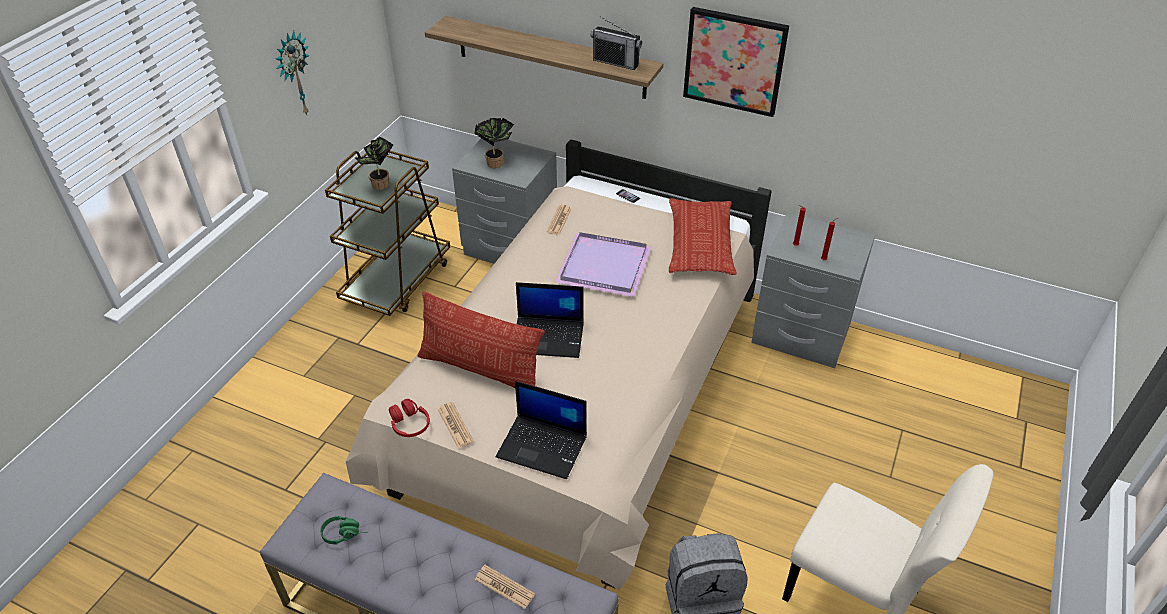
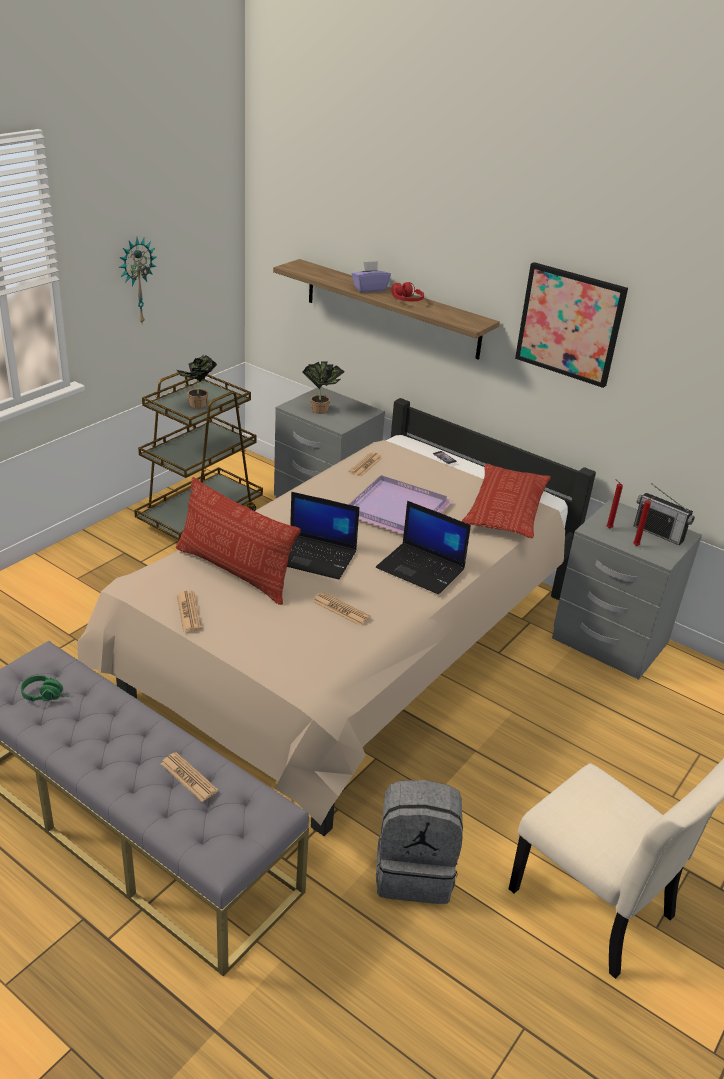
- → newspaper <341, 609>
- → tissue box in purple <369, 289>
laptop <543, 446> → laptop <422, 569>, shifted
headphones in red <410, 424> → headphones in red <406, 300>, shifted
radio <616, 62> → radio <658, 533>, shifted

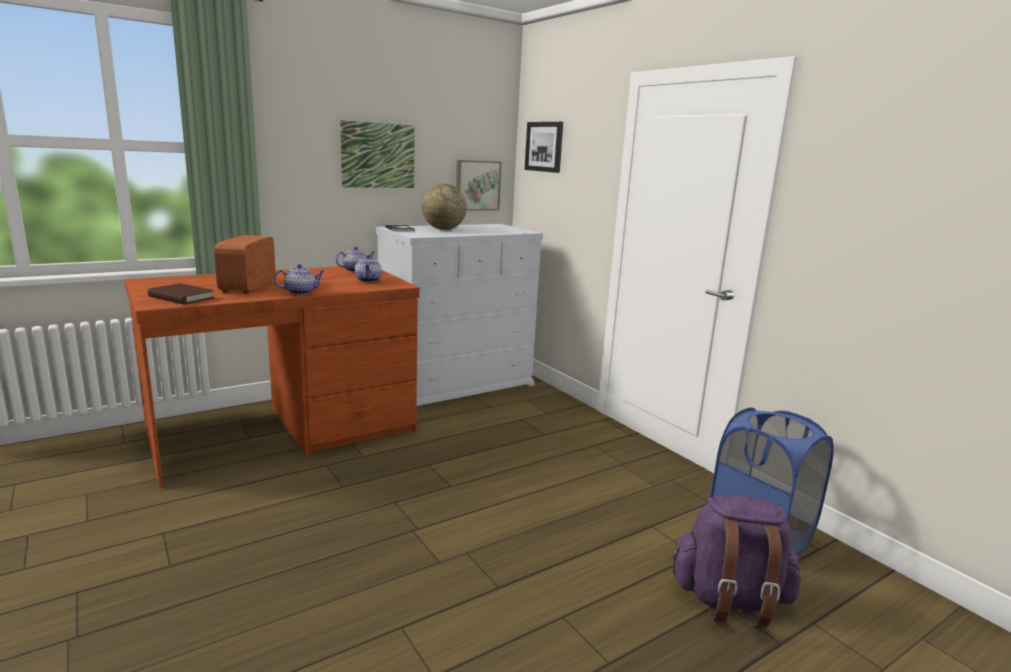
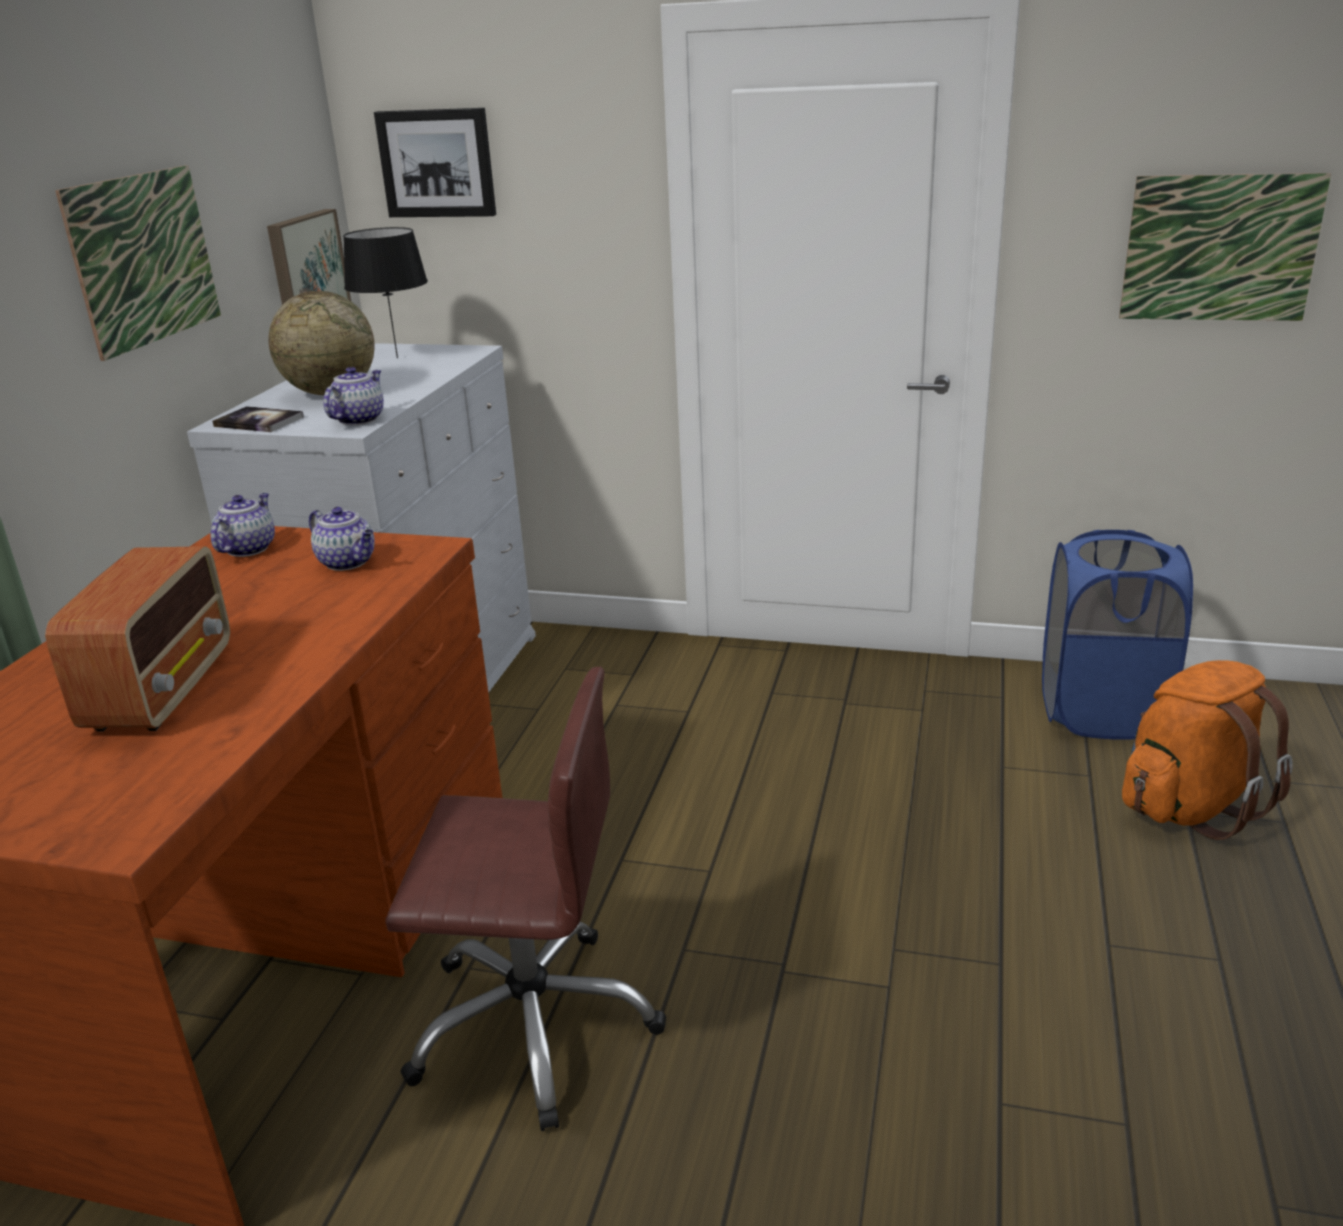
radio <247, 286> → radio <163, 688>, 135 degrees counterclockwise
teapot <301, 292> → teapot <359, 419>, shifted
- → table lamp in black <396, 358>
- → office chair in brown <534, 1023>
- → picture <1219, 248>
backpack in purple <729, 600> → backpack in orange <1189, 806>
book in brown <181, 297> → -

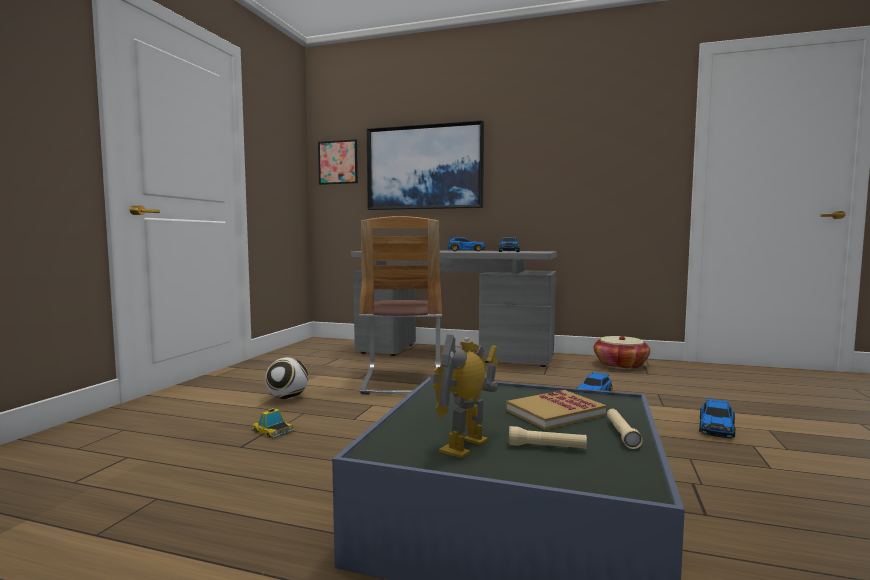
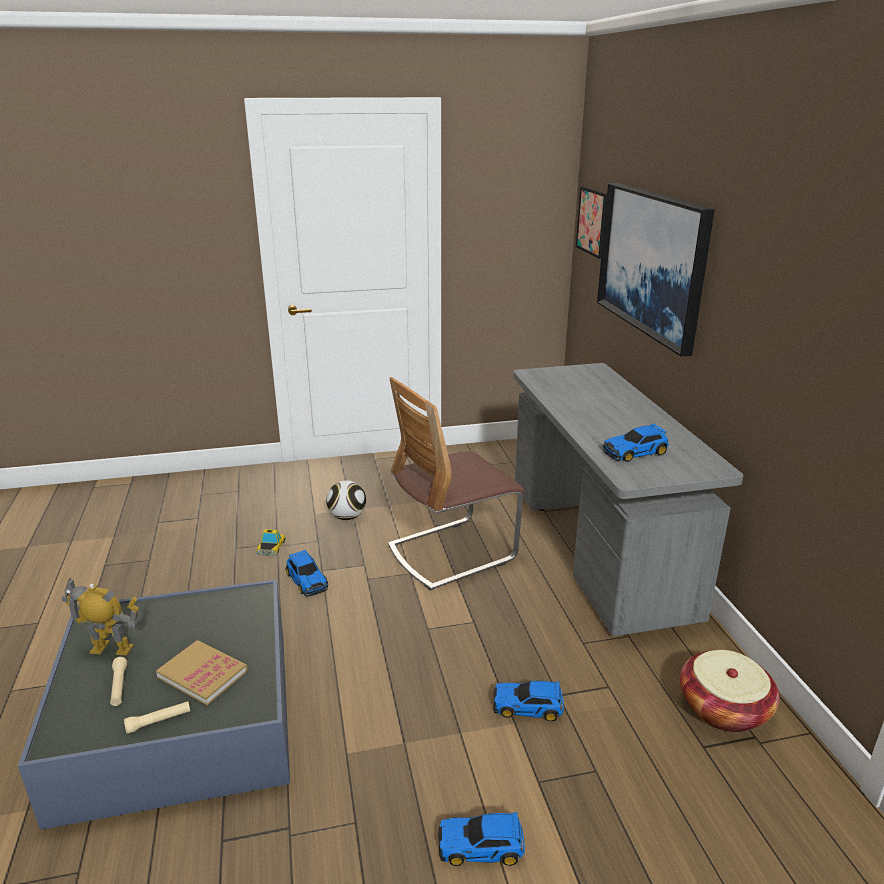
toy car <465, 251> → toy car <307, 580>, shifted

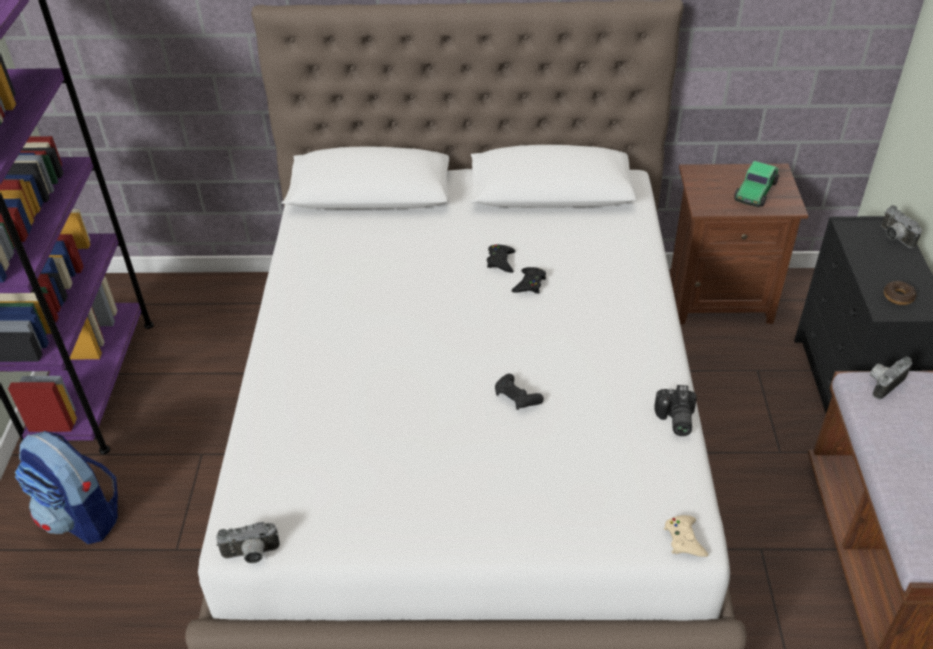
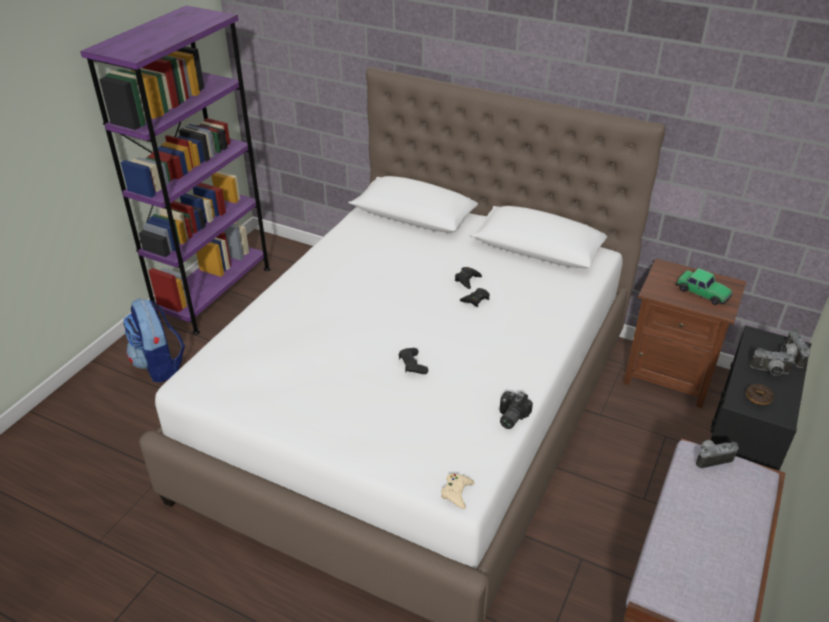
toy car <755, 191> → toy car <703, 292>, 105 degrees counterclockwise
photo camera <251, 555> → photo camera <770, 372>, shifted

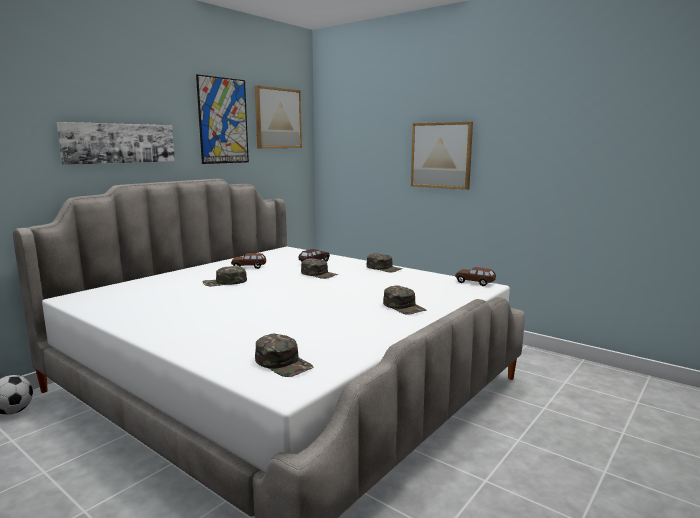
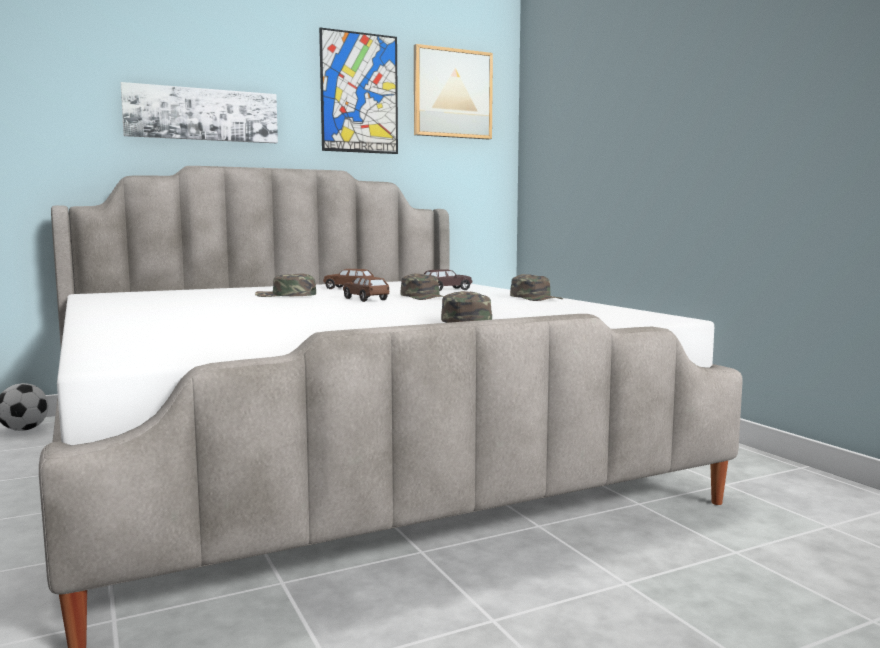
toy car in brown <475, 282> → toy car in brown <366, 299>, shifted
cap in green <283, 363> → -
picture <441, 155> → -

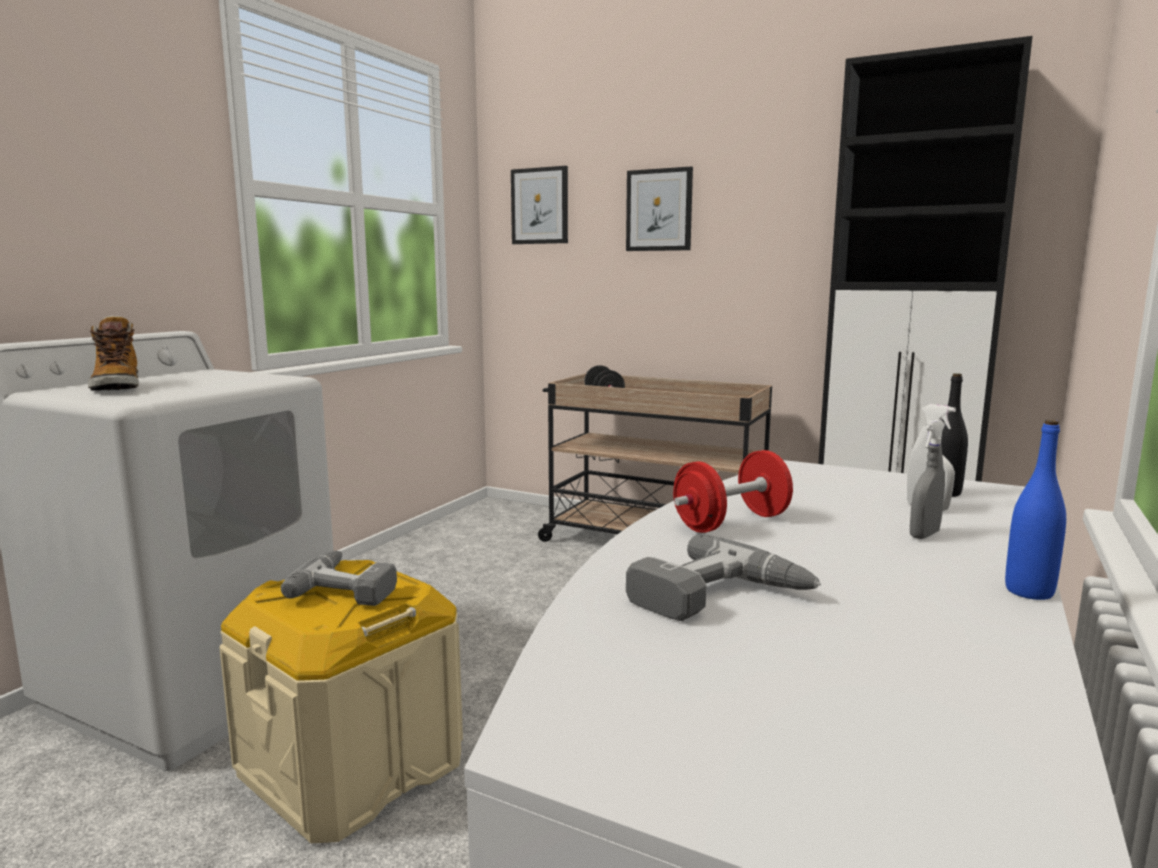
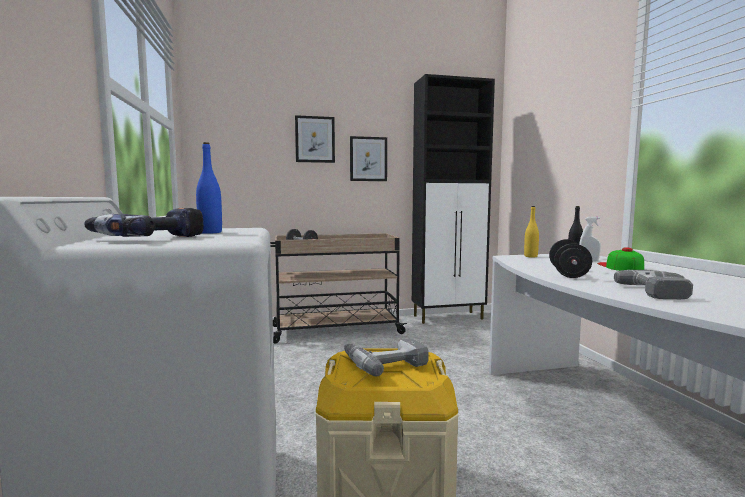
boot <117, 387> → power drill <149, 238>
bottle in blue <1029, 592> → bottle in blue <210, 232>, shifted
picture <540, 206> → picture <368, 159>, shifted
- → bottle in yellow <530, 256>
dumbbell in red <731, 522> → dumbbell in black <568, 273>
spray bottle in grey <924, 535> → cap <620, 267>

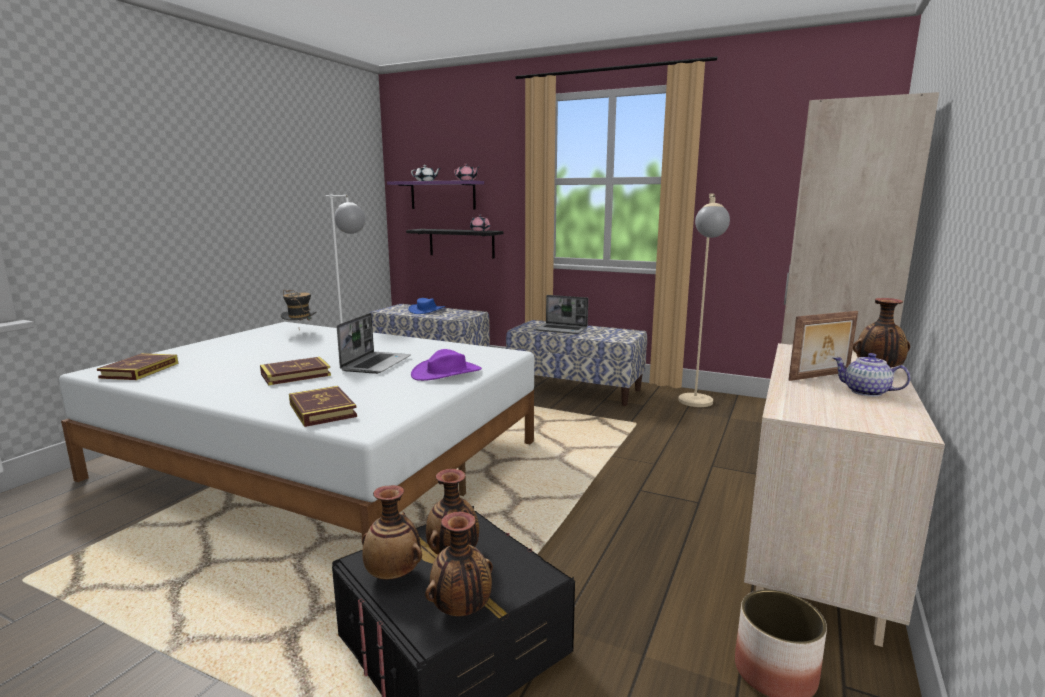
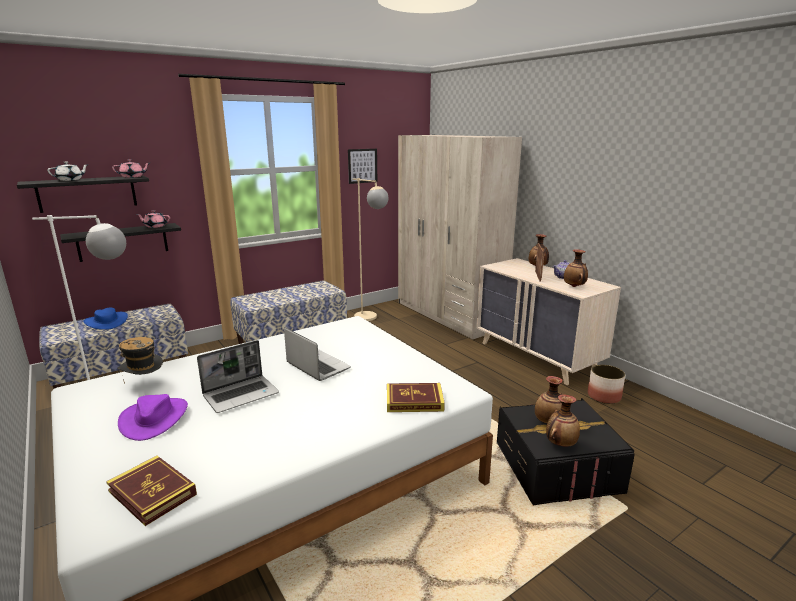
shelf in purple <442, 195> → shelf in black <87, 193>
hat in purple <446, 372> → hat in purple <154, 418>, shifted
laptop <562, 330> → laptop <241, 394>, shifted
- → picture <362, 166>
vase <461, 610> → vase <574, 286>, shifted
book <295, 375> → -

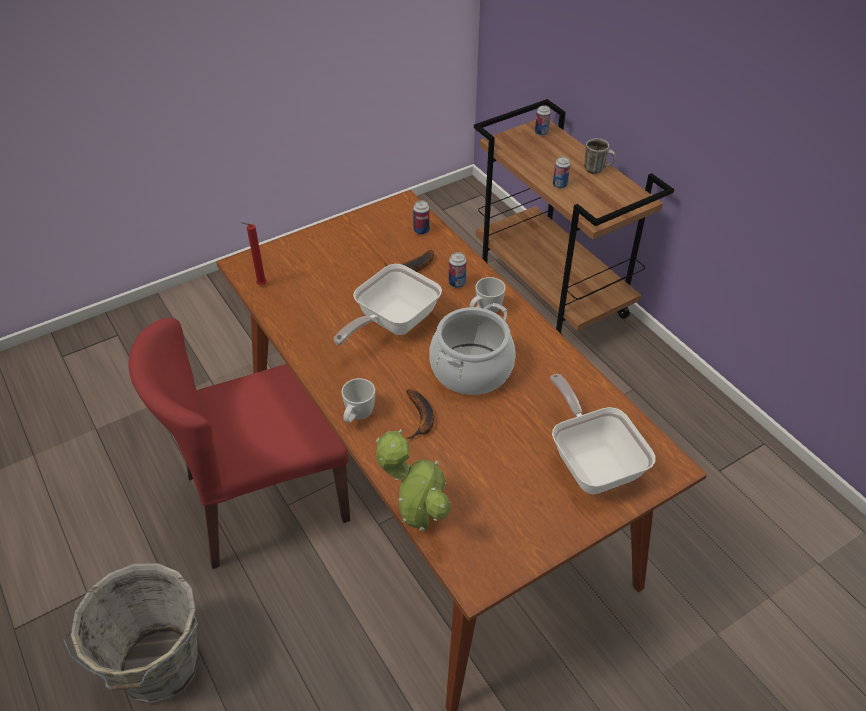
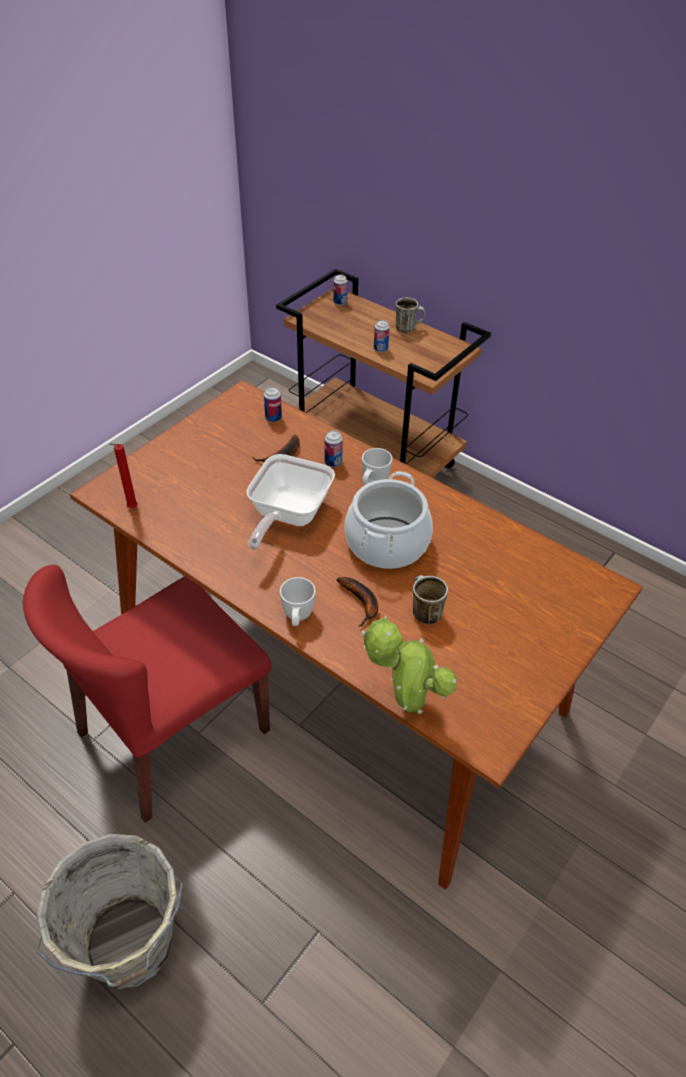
- → mug <423, 611>
frying pan <592, 462> → -

